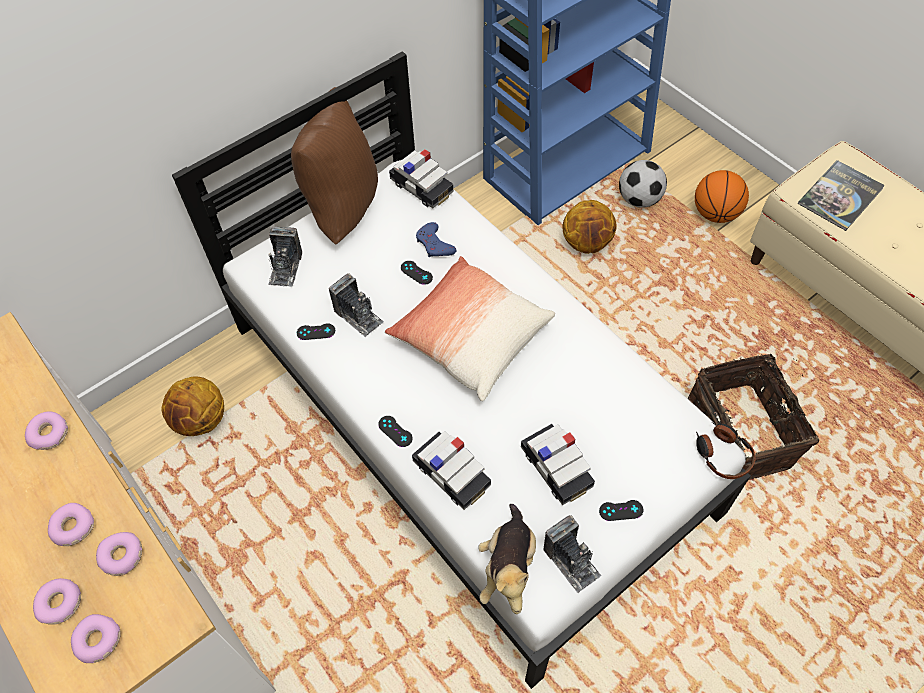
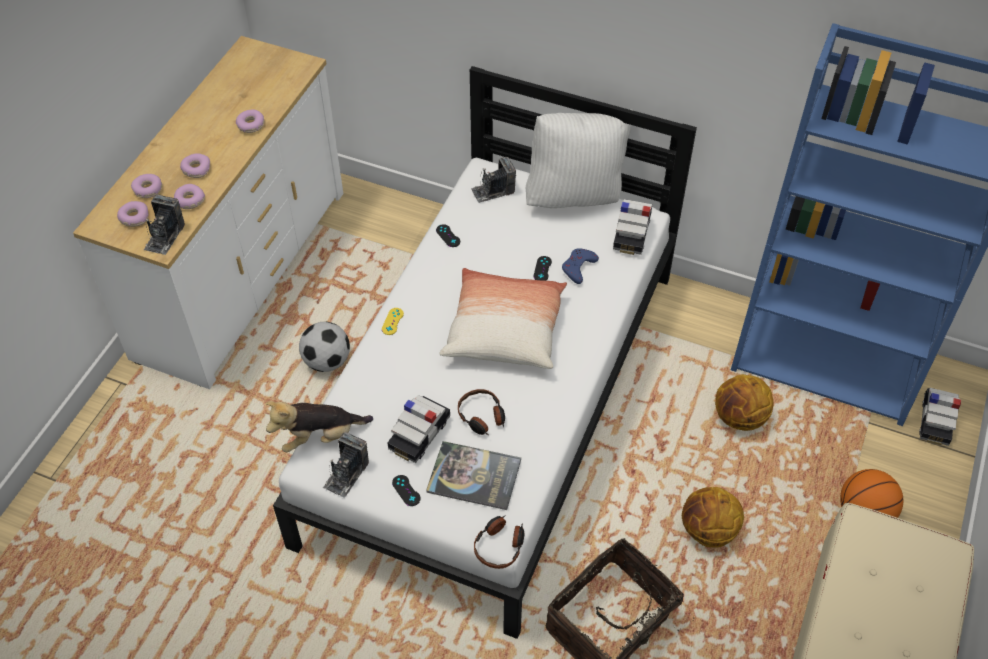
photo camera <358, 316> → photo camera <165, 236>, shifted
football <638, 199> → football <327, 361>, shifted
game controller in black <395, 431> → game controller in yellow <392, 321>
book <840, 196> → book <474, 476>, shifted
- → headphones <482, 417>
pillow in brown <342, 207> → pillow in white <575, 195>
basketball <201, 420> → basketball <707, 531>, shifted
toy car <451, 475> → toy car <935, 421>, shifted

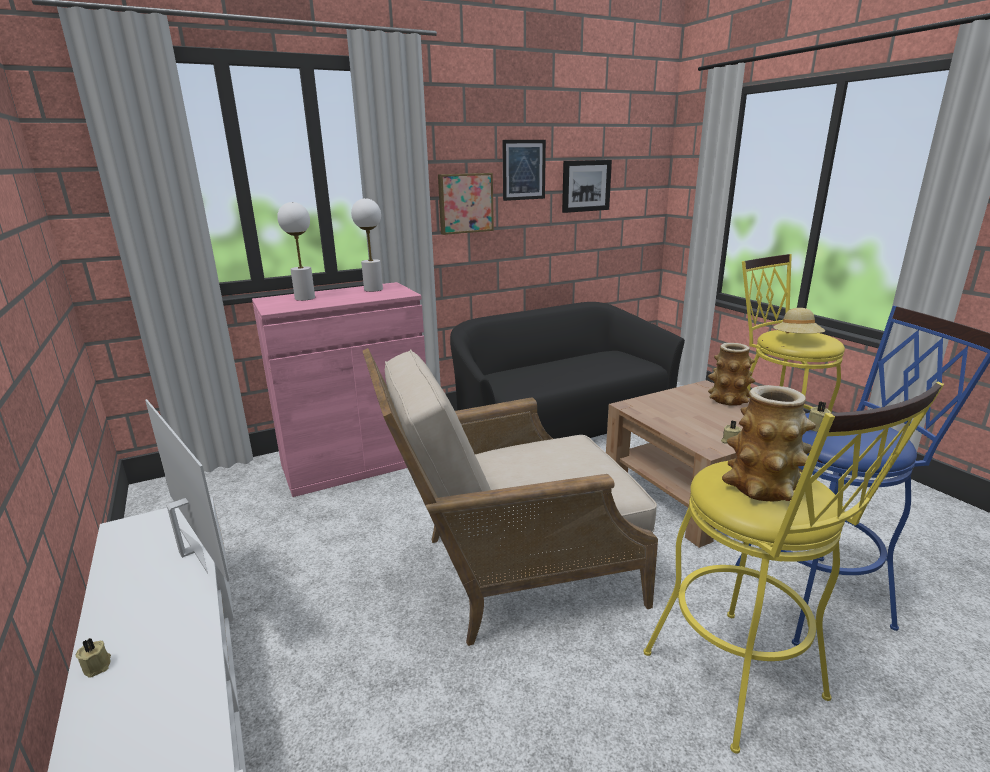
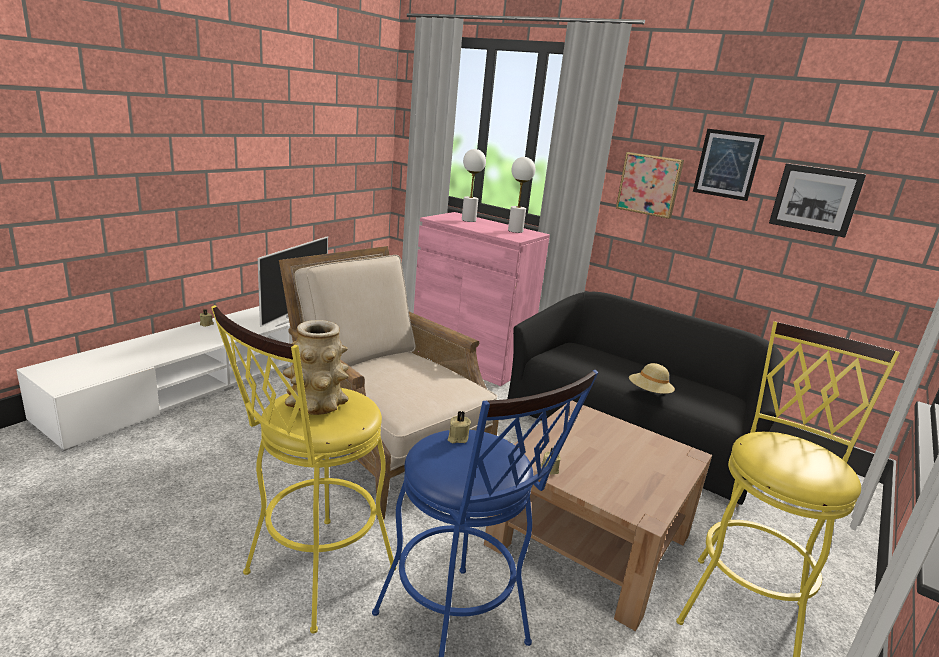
hat in beige <796, 340> → hat in beige <649, 393>, shifted
vase <728, 399> → -

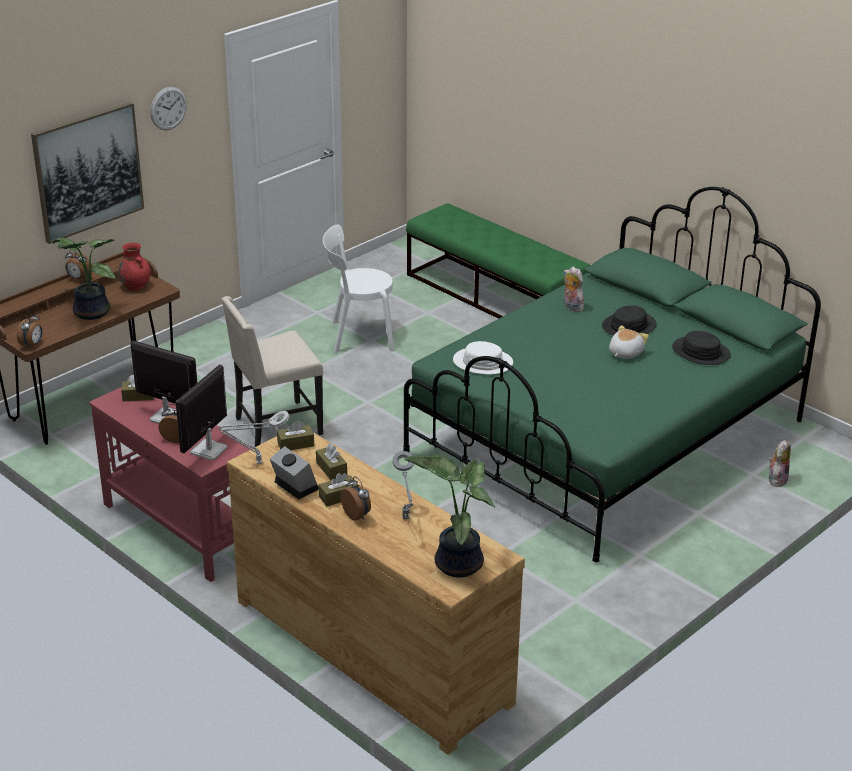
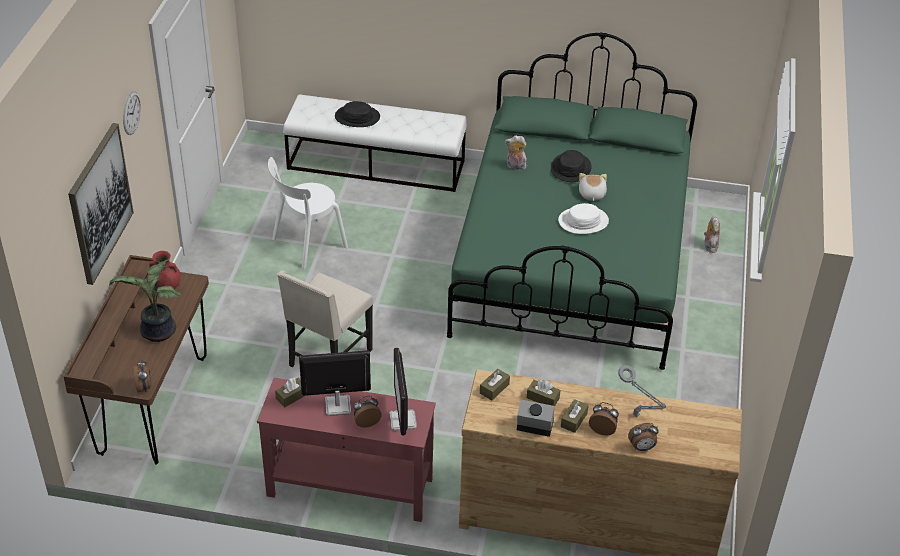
bench in green <495, 297> → bench in white <376, 165>
hat in black <700, 352> → hat in black <357, 117>, shifted
hat in white <482, 362> → hat in white <583, 221>, shifted
alarm clock <79, 279> → alarm clock <642, 448>, shifted
table lamp in grey <256, 463> → -
potted plant <457, 563> → -

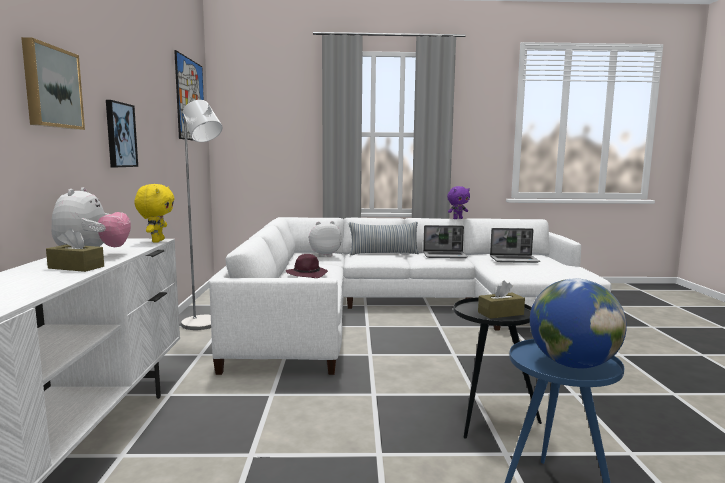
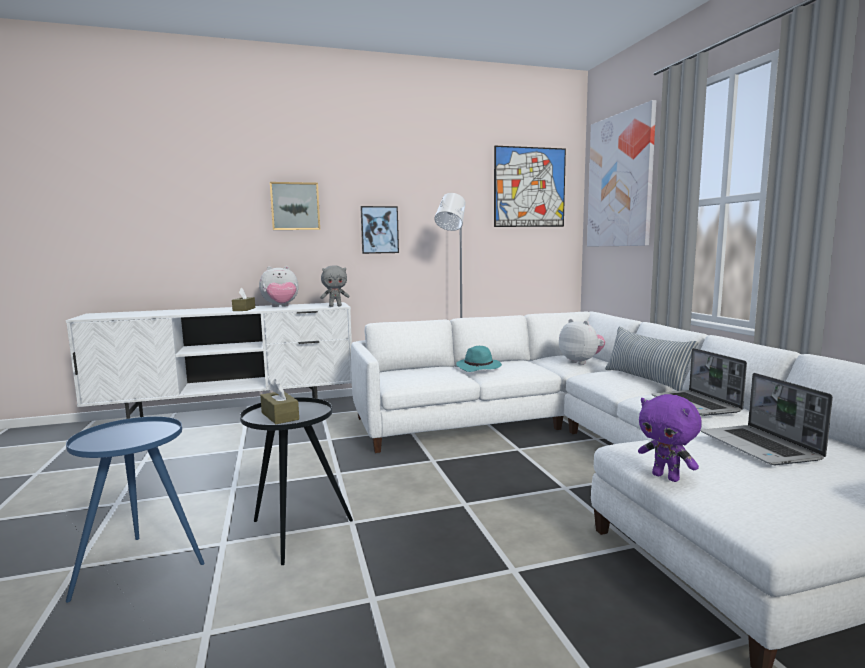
plush toy in yellow <157, 241> → plush toy in grey <335, 306>
hat in purple <307, 274> → hat in turquoise <479, 367>
- → picture <620, 181>
plush toy in purple <457, 218> → plush toy in purple <666, 477>, shifted
globe <572, 364> → -

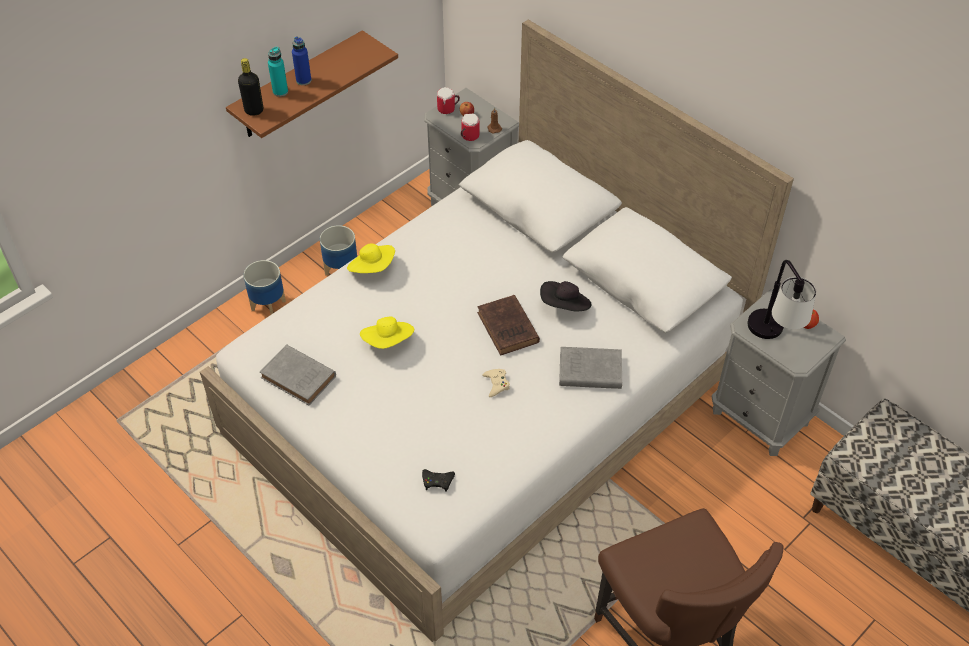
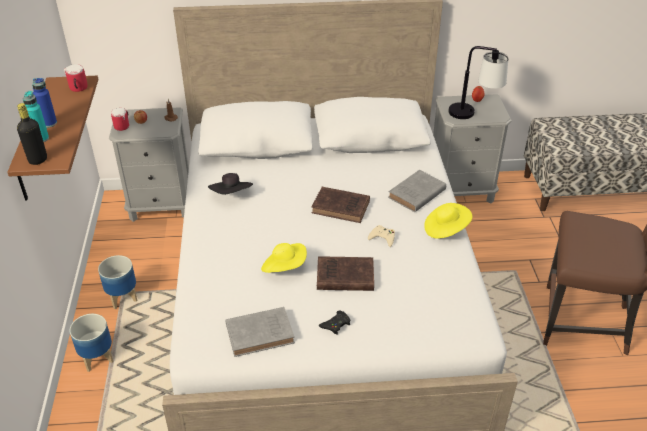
mug <468, 136> → mug <77, 89>, shifted
hat in black <565, 306> → hat in black <232, 195>, shifted
- → book in brown <343, 277>
game controller in black <437, 481> → game controller in black <336, 324>, shifted
hat in yellow <372, 268> → hat in yellow <445, 229>, shifted

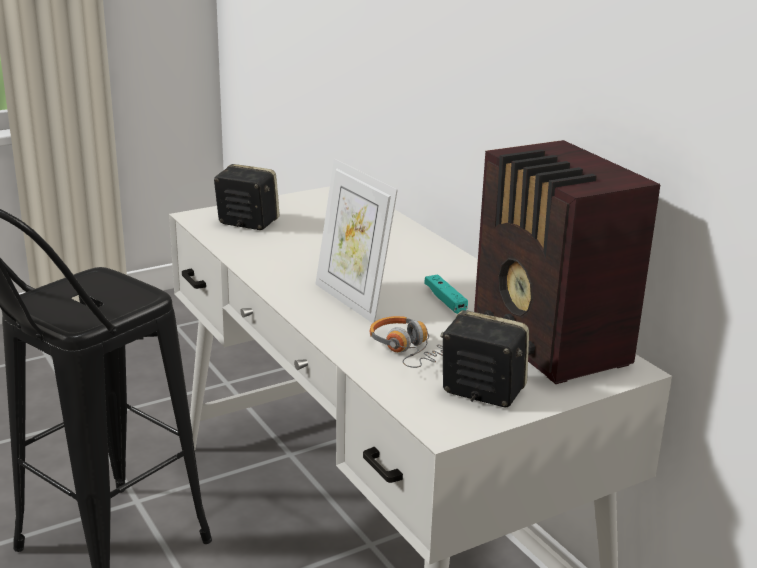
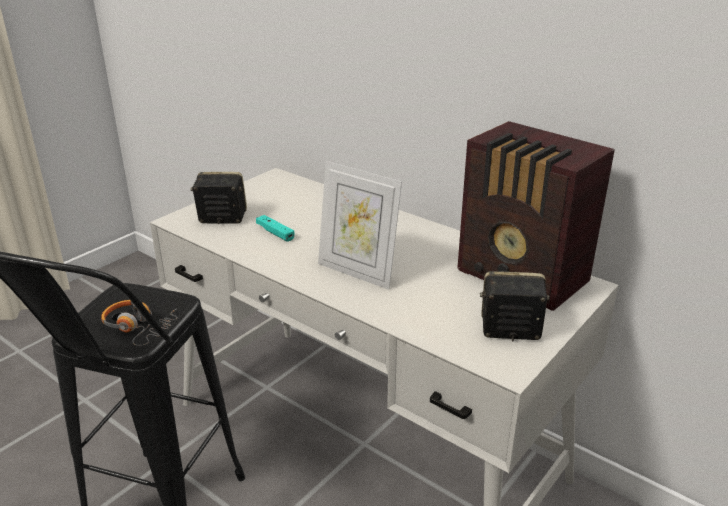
headphones <410, 350> → headphones <138, 327>, shifted
game controller in turquoise <445, 300> → game controller in turquoise <275, 233>, shifted

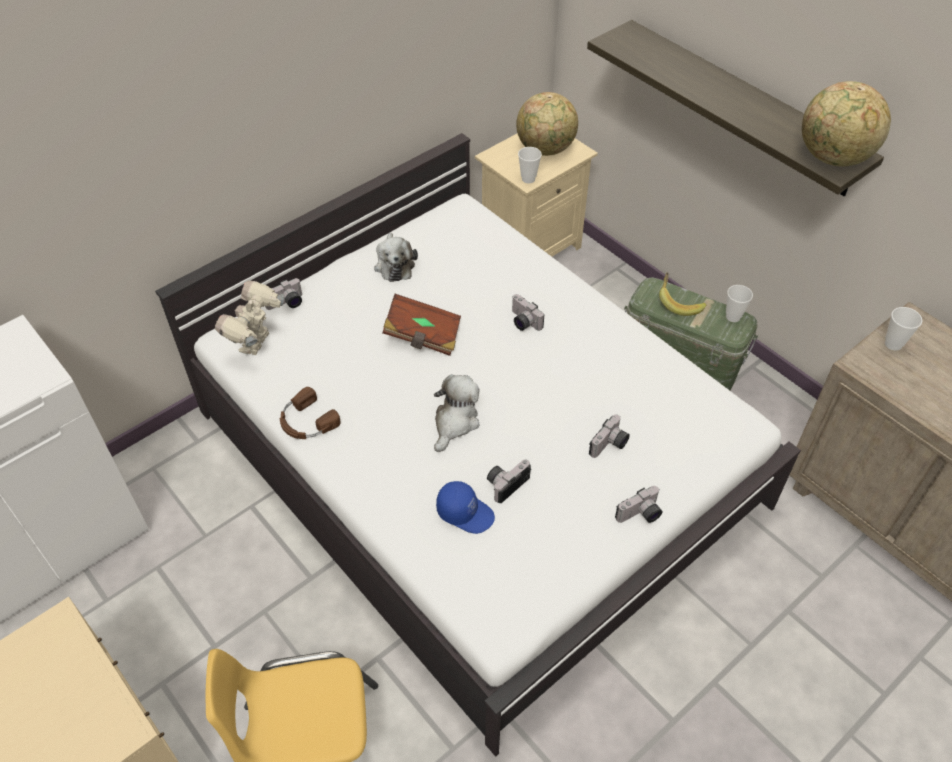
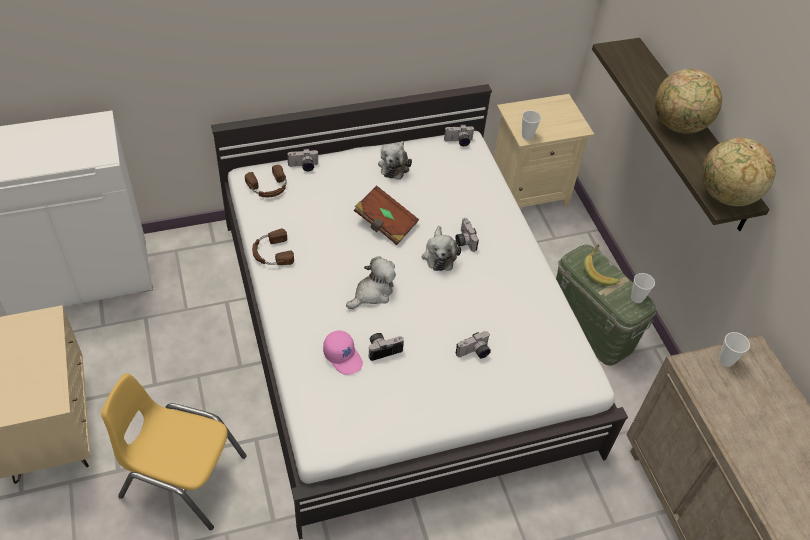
toy robot <257, 344> → headphones in brown <268, 187>
cap in blue <465, 512> → cap in pink <343, 357>
- → plush toy <439, 255>
photo camera <640, 515> → photo camera <458, 142>, shifted
globe <545, 149> → globe <678, 126>, shifted

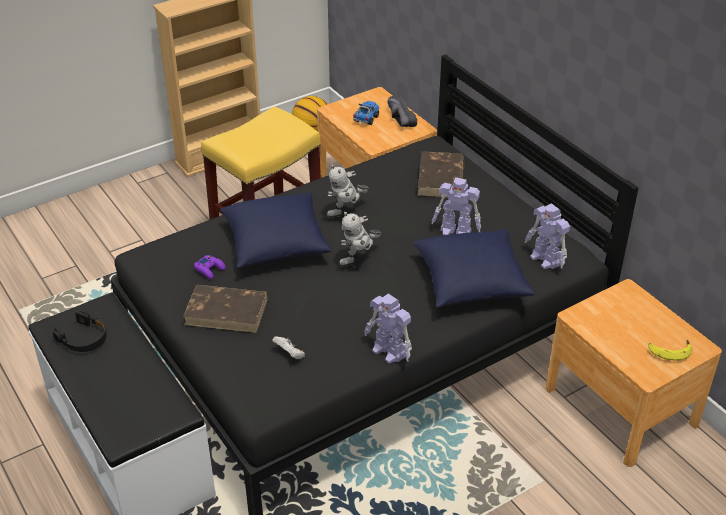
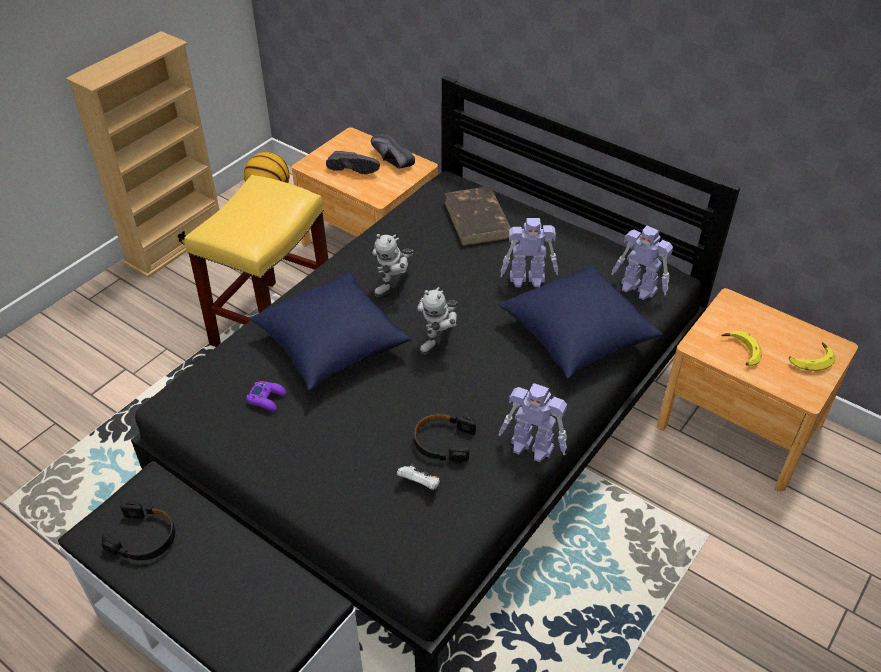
toy truck <366, 119> → shoe in black <354, 168>
- → headphones in black <443, 442>
- → banana <740, 352>
book in brown <227, 311> → -

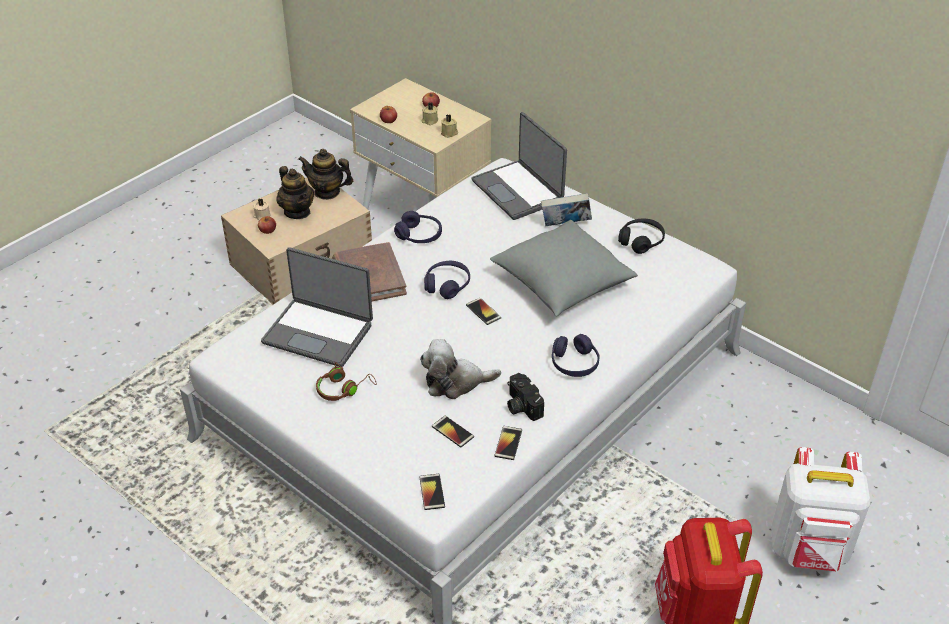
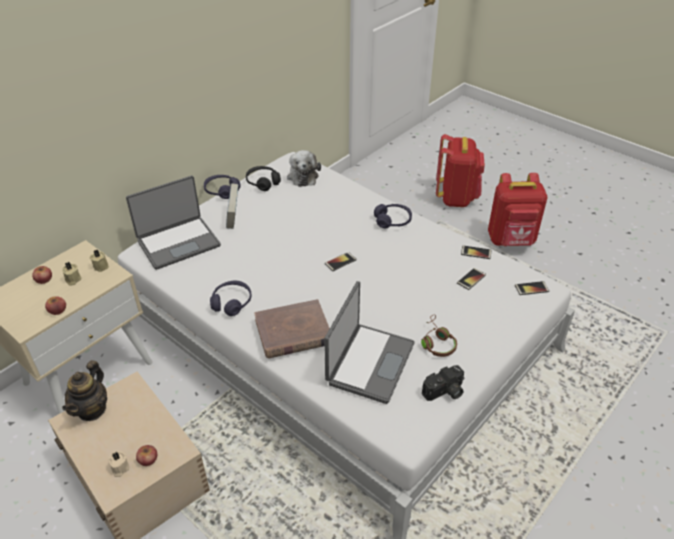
headphones in purple <447, 285> → headphones in purple <222, 191>, shifted
plush toy <455, 382> → plush toy <303, 176>, shifted
photo camera <521, 405> → photo camera <444, 392>, shifted
backpack in white <809, 551> → backpack in red <456, 198>
teapot <297, 212> → -
pillow in grey <561, 284> → -

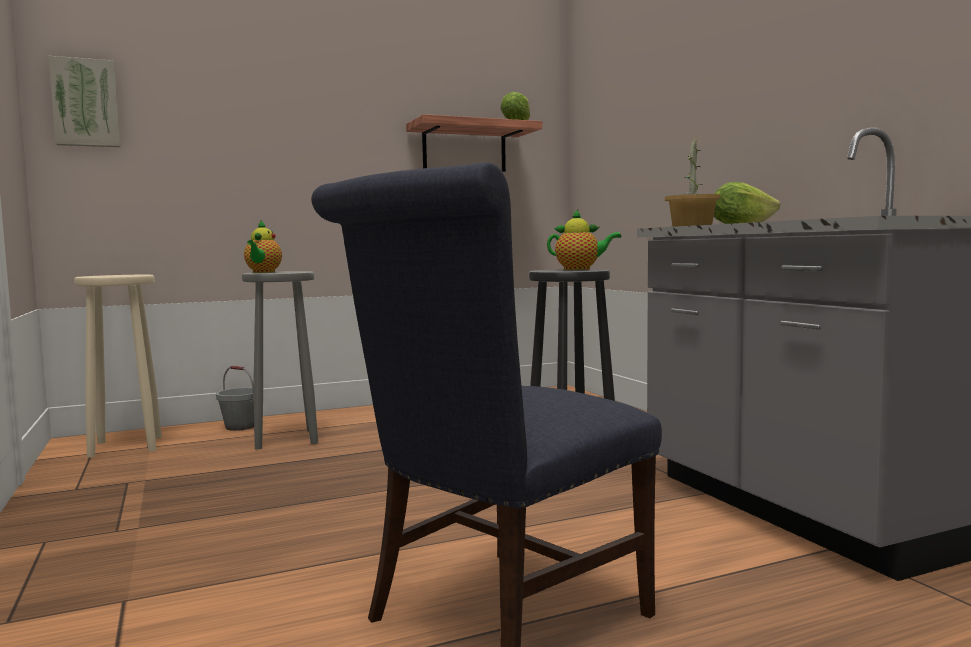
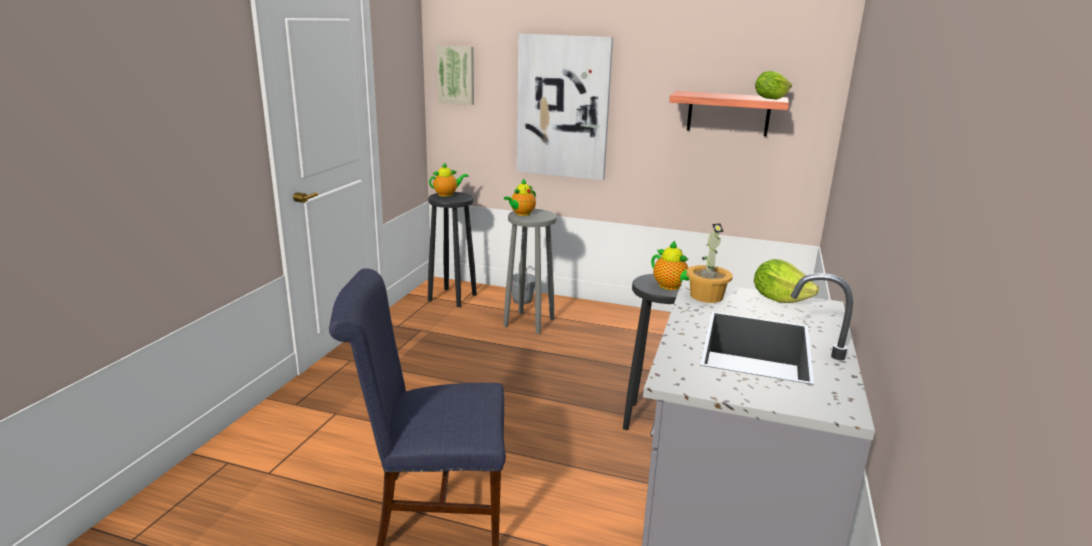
stool in beige <126, 446> → stool in black <452, 297>
- → teapot <447, 194>
- → picture <563, 107>

